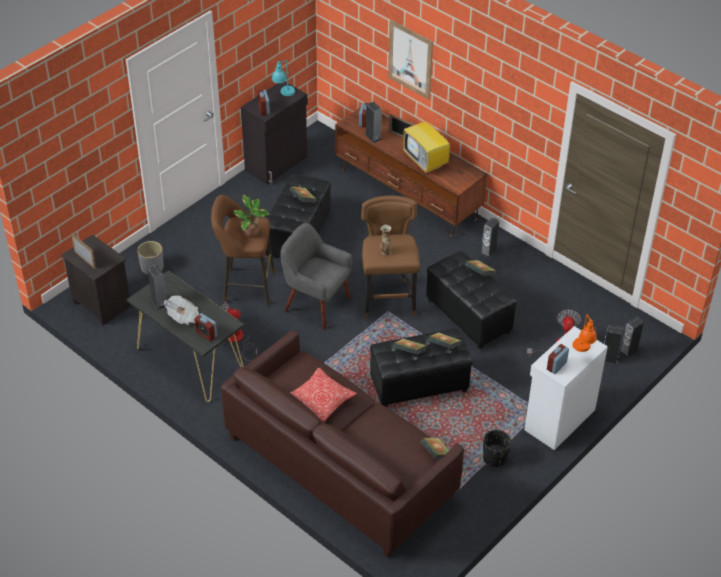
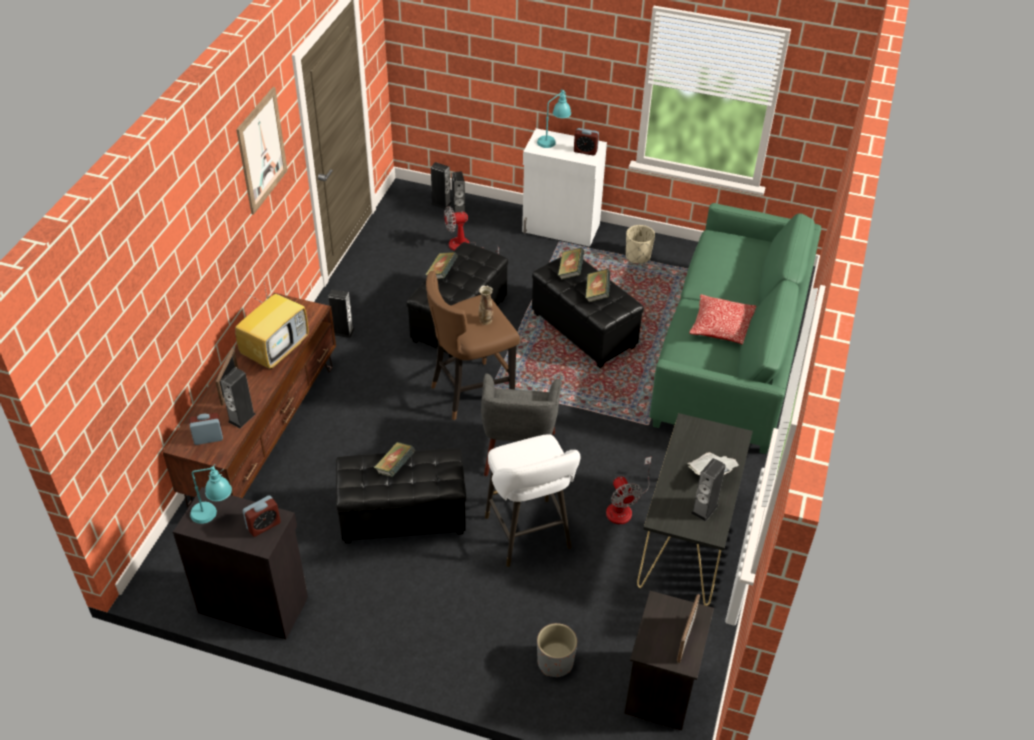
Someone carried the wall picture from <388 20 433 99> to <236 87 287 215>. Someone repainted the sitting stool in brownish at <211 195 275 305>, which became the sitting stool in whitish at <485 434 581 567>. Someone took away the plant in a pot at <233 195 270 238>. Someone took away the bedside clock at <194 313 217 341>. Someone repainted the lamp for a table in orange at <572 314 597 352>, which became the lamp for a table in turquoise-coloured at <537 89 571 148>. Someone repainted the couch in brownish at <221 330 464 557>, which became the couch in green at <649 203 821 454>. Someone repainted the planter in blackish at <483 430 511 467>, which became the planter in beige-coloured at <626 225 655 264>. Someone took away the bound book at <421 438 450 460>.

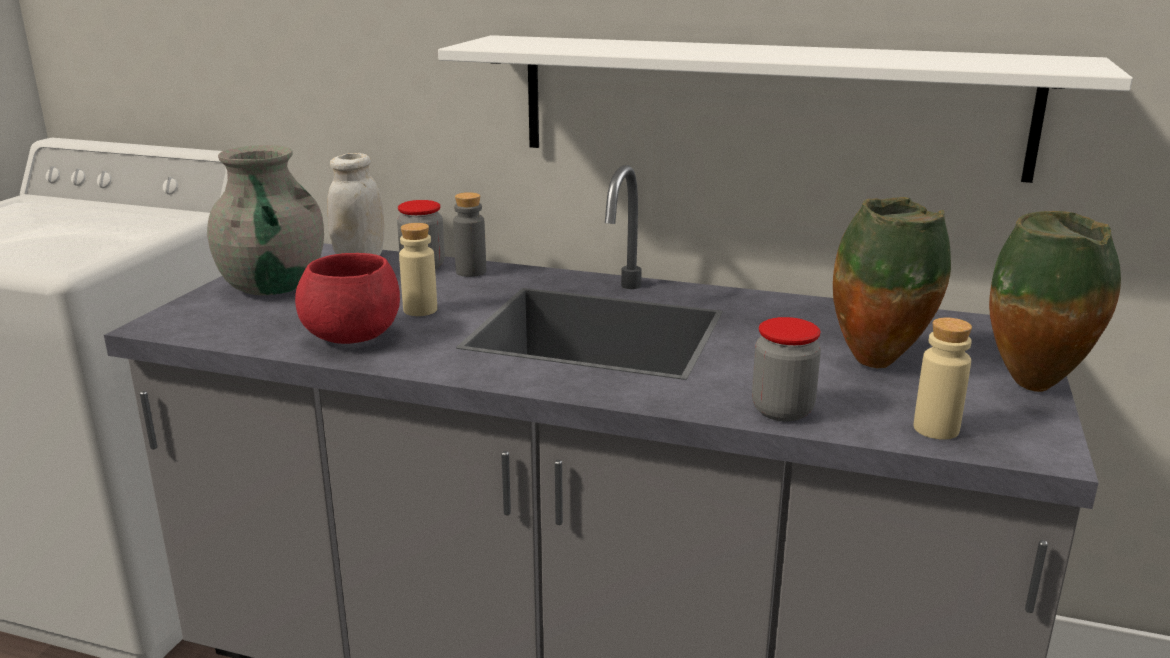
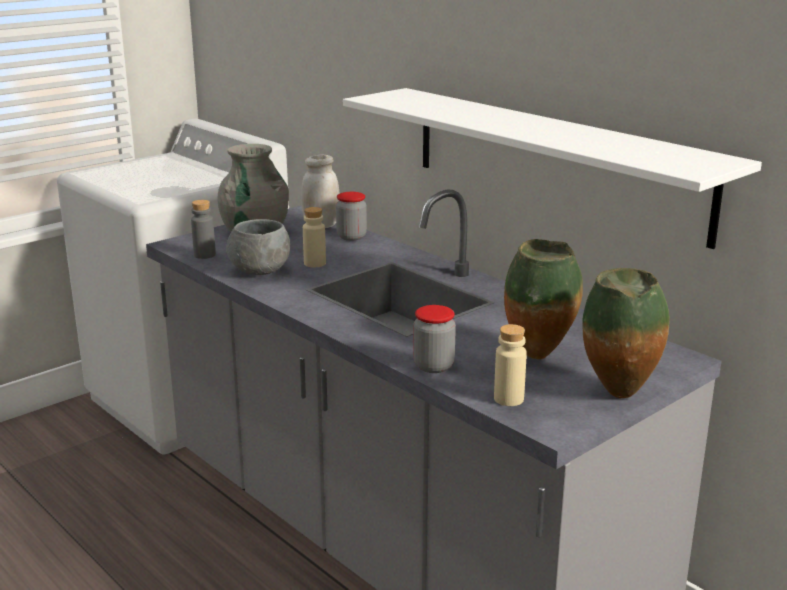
Someone carried the beverage bottle in gray from <453 192 486 277> to <191 200 216 259>. Someone repainted the deep dish in red at <295 253 400 344>, which became the deep dish in gray at <226 219 290 275>.

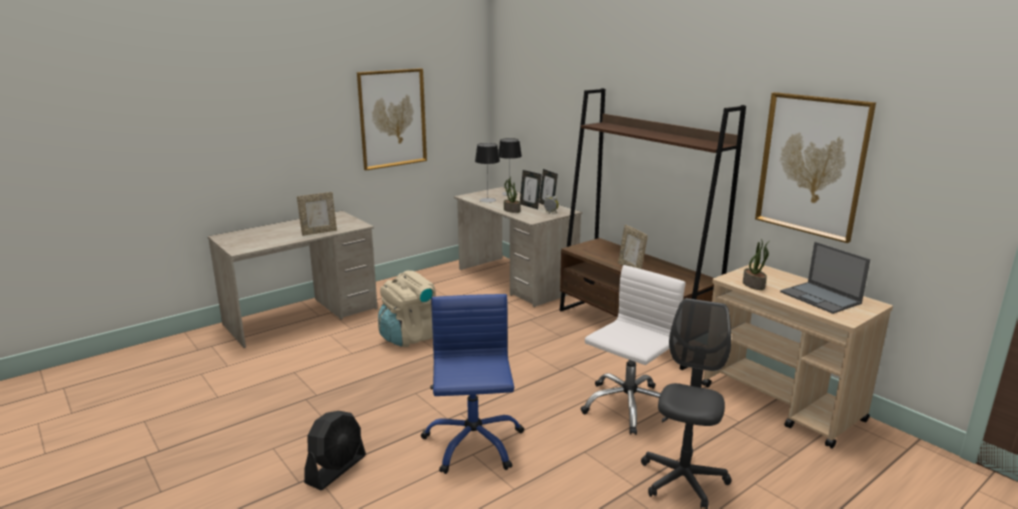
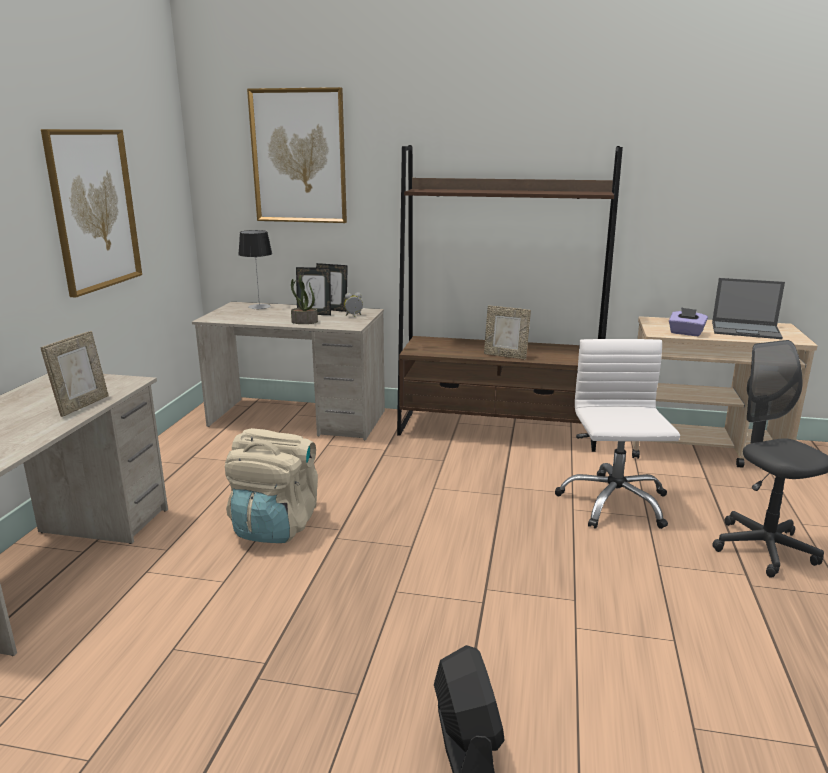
Someone carried the wall picture from <755 92 876 243> to <247 87 347 223>. Someone took away the lamp for a table at <475 143 500 202>. Someone swapped the plant in a pot at <743 239 770 290> for the tissue box in purplish at <669 307 708 336>. Someone took away the office chair in blue-coloured at <421 294 524 474>.

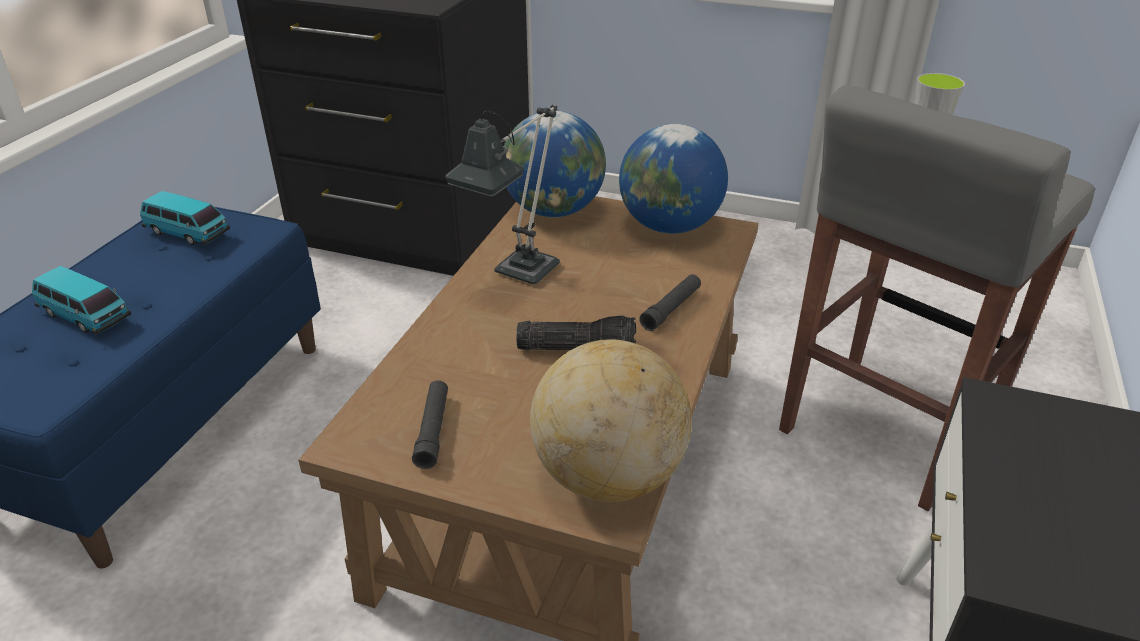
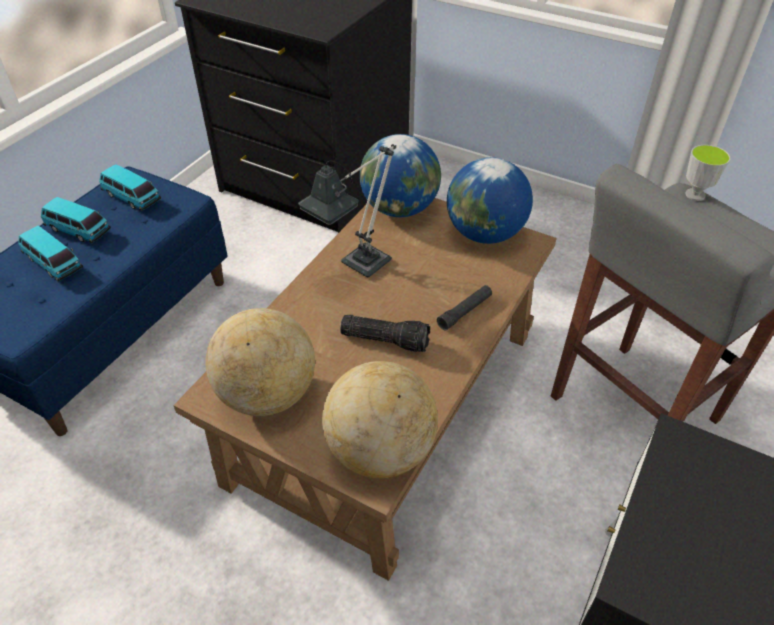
Someone swapped the flashlight in blackish at <412 380 448 469> for the desk globe at <205 308 315 416>. Someone put down the toy car at <41 197 111 243>.

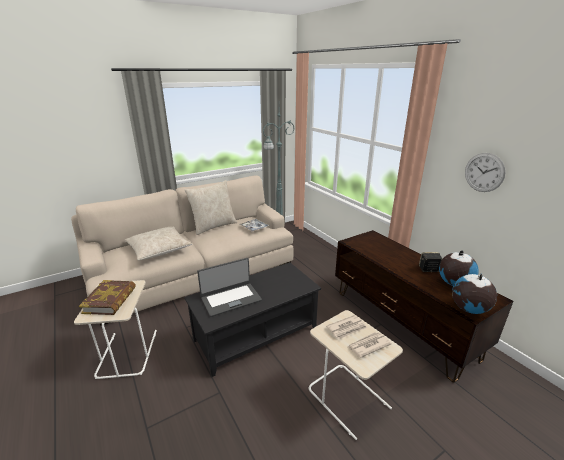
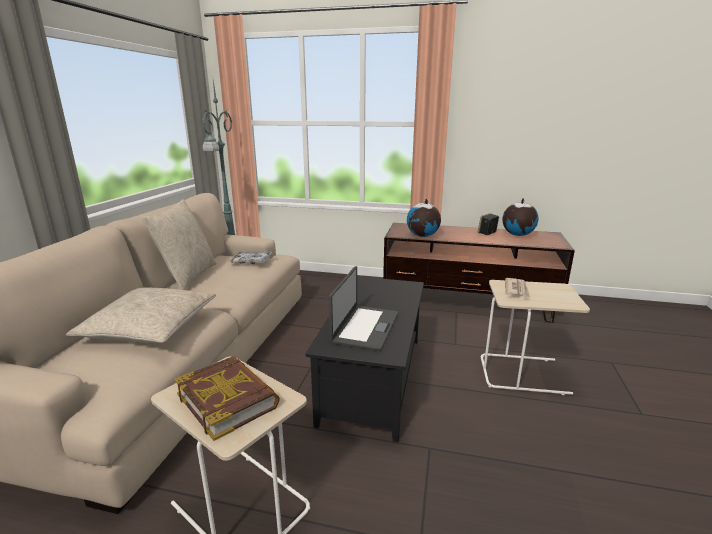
Someone took away the clock on the wall at <465 153 506 192>. Someone carried the desk globe from <452 273 497 314> to <407 199 441 237>. Someone took away the newspaper at <348 332 392 358>.

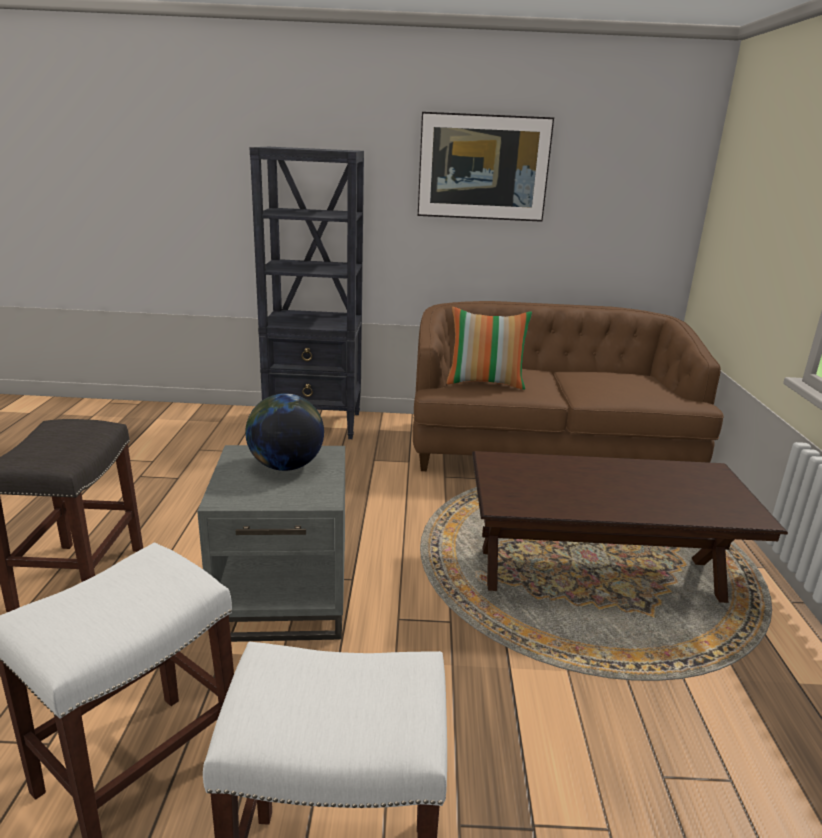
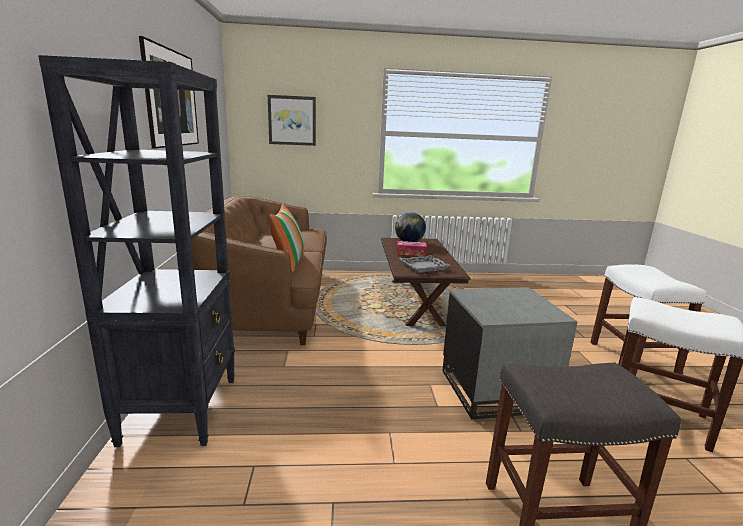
Someone carried the desk globe from <245 393 324 471> to <395 212 426 242>. Someone put up the wall picture at <268 95 316 146>. Someone put down the tissue box at <397 241 427 256>. Someone put down the tray in gray at <400 255 451 273>.

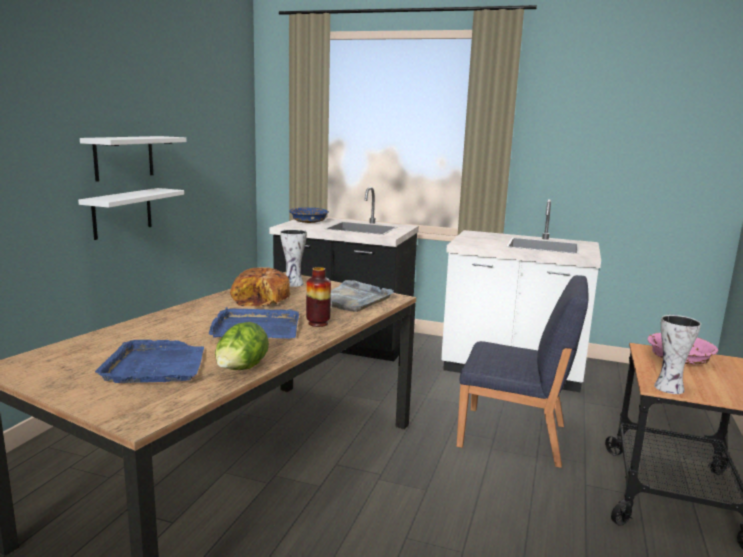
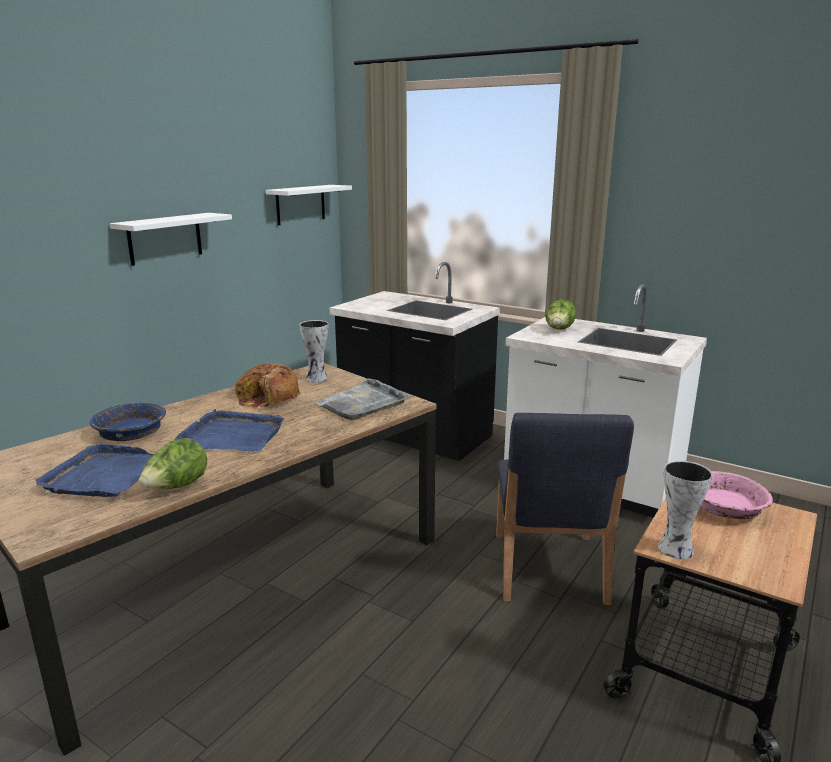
Someone carried the bracket shelf in whitish from <78 188 184 240> to <266 185 352 225>. Someone carried the deep dish in blue-coloured from <289 208 329 223> to <90 403 166 441>. Someone took away the flower vase at <306 267 331 327>. Someone rotated the upright chair in blue-coloured at <457 275 589 468> by 60 degrees clockwise. Someone put down the lettuce head at <545 299 576 330>.

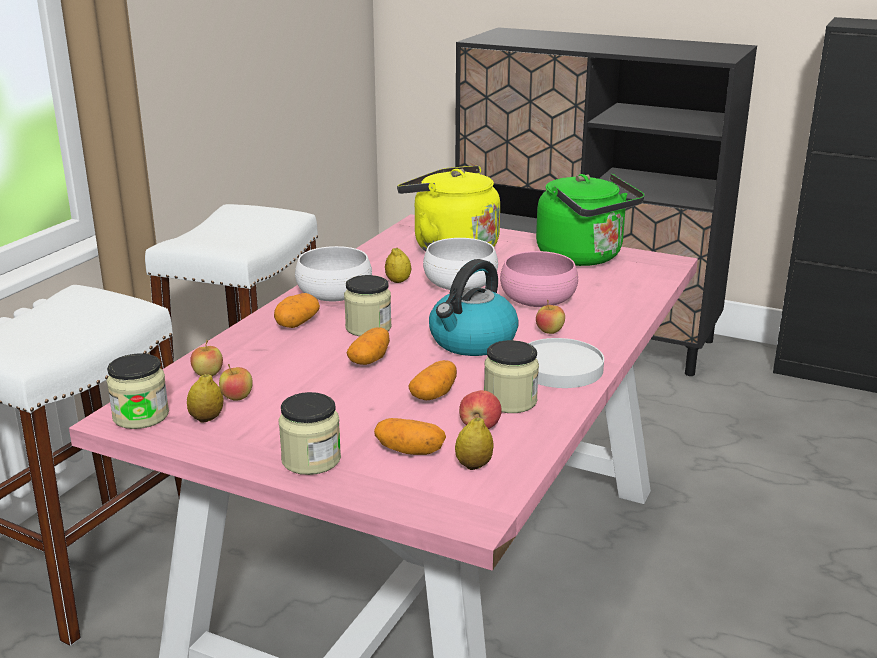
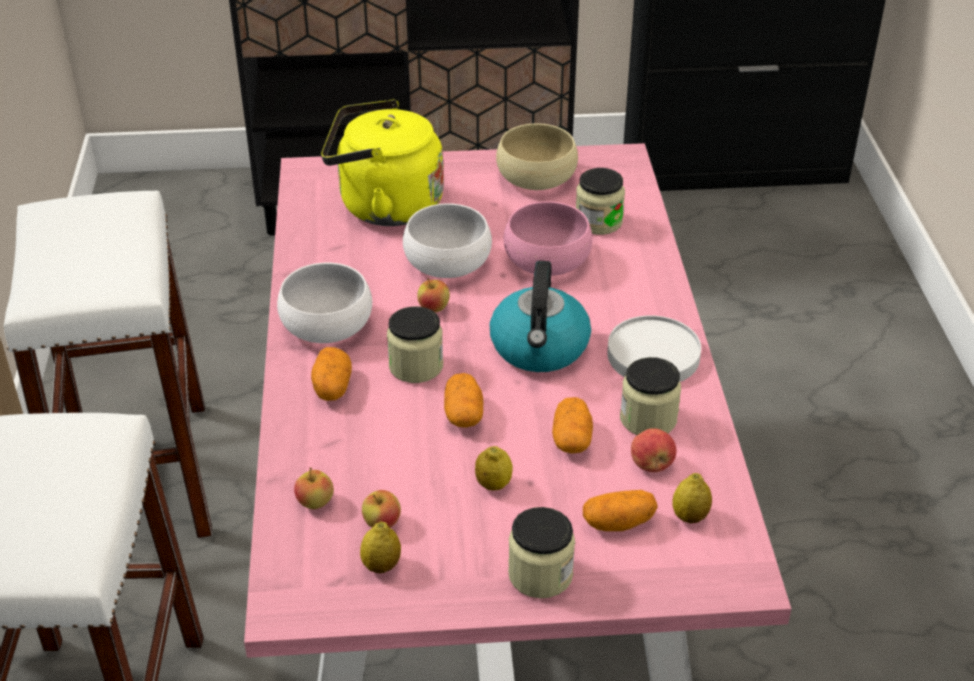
Someone swapped the tea kettle in green at <536 174 645 266> for the deep dish in beige-coloured at <496 123 578 190>. Someone carried the whole lemon from <385 248 411 283> to <475 446 513 491>. Someone carried the apple fruit from <536 300 565 334> to <417 278 450 312>. Someone carried the jar from <106 353 169 429> to <576 168 625 235>.

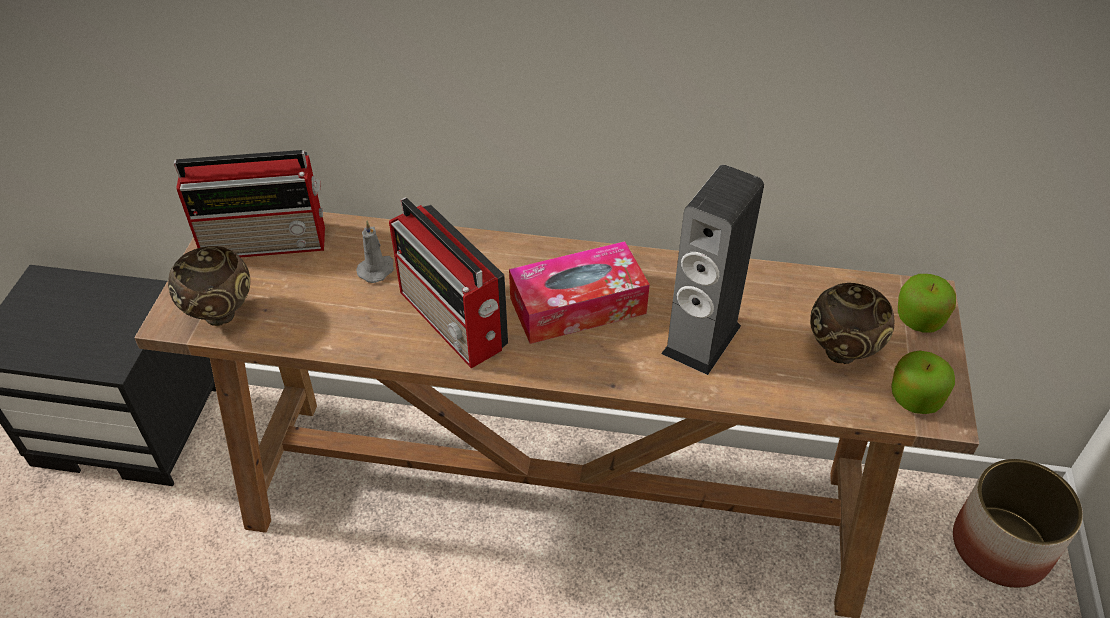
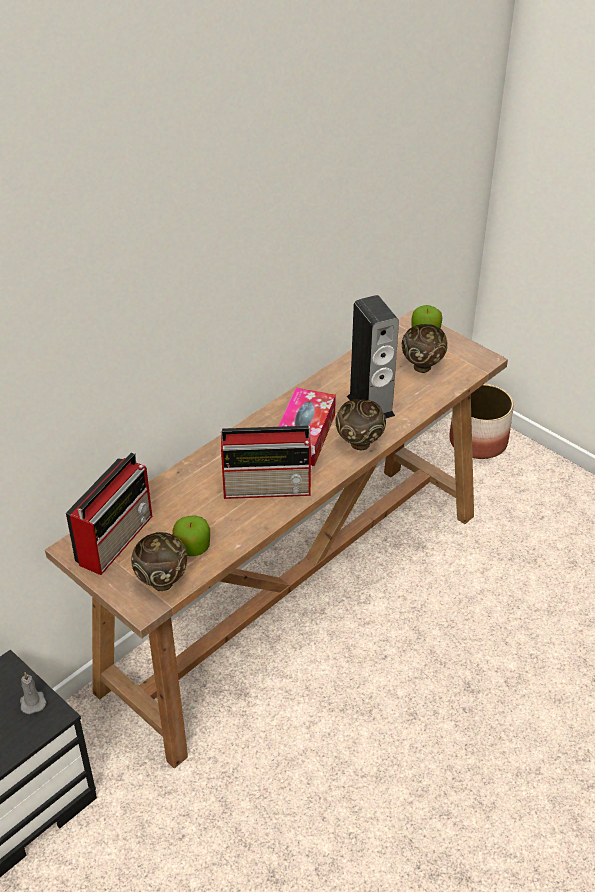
Someone carried the candle in gray from <356 221 394 283> to <20 672 47 714>. Someone carried the apple fruit from <891 350 955 414> to <172 515 210 556>. Someone put down the deep dish in brownish at <335 399 386 451>.

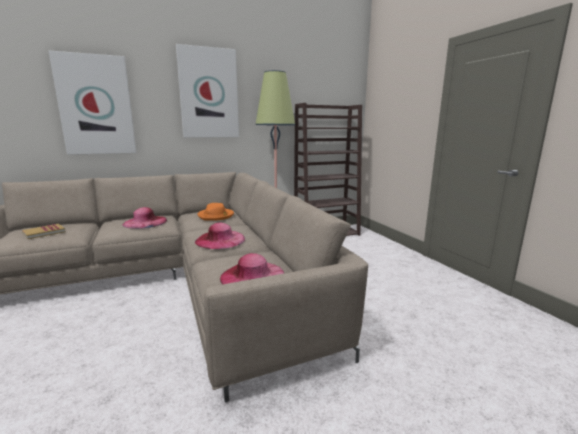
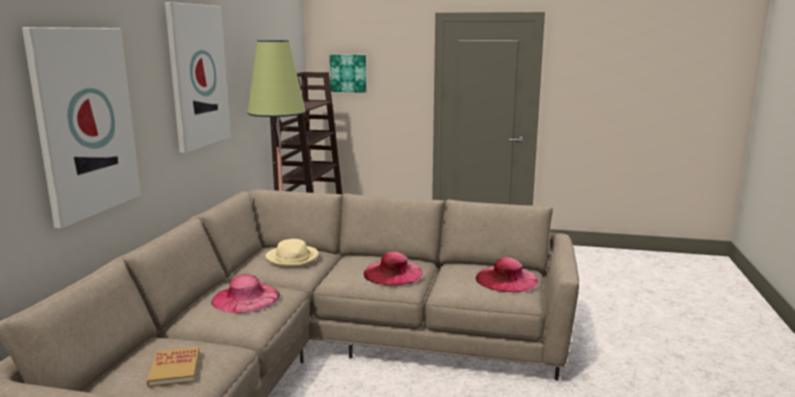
Someone repainted the hat in orange at <198 203 234 221>, which became the hat in beige-coloured at <265 239 319 268>. Someone put up the wall picture at <330 55 366 93>.

